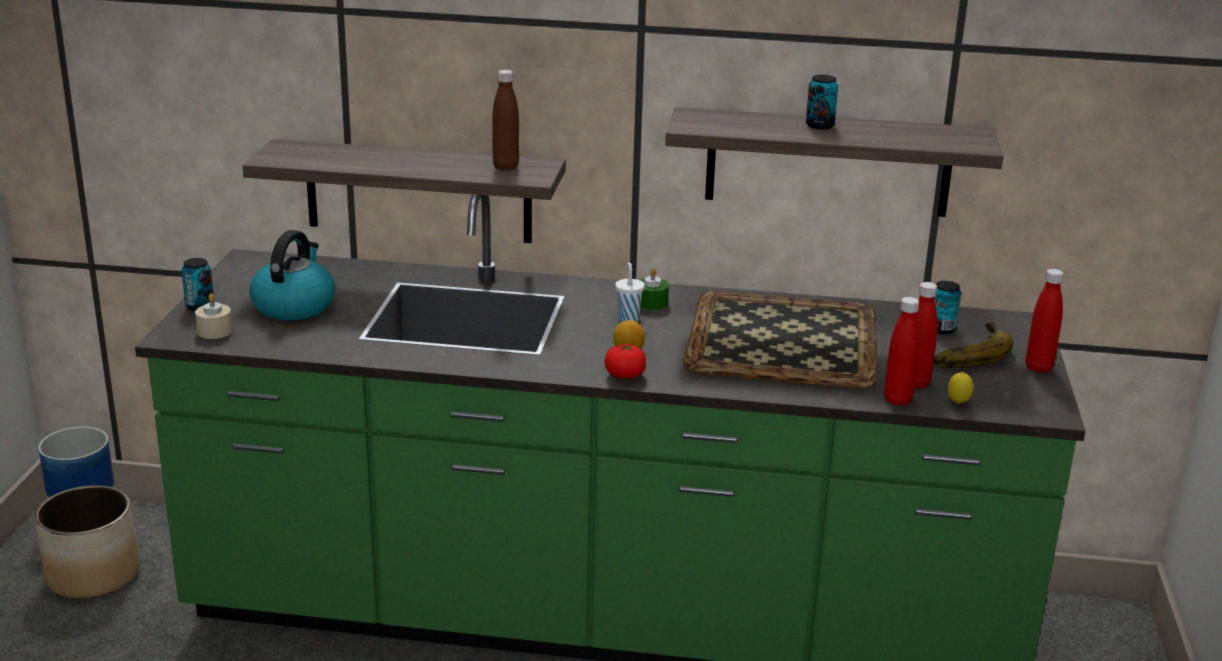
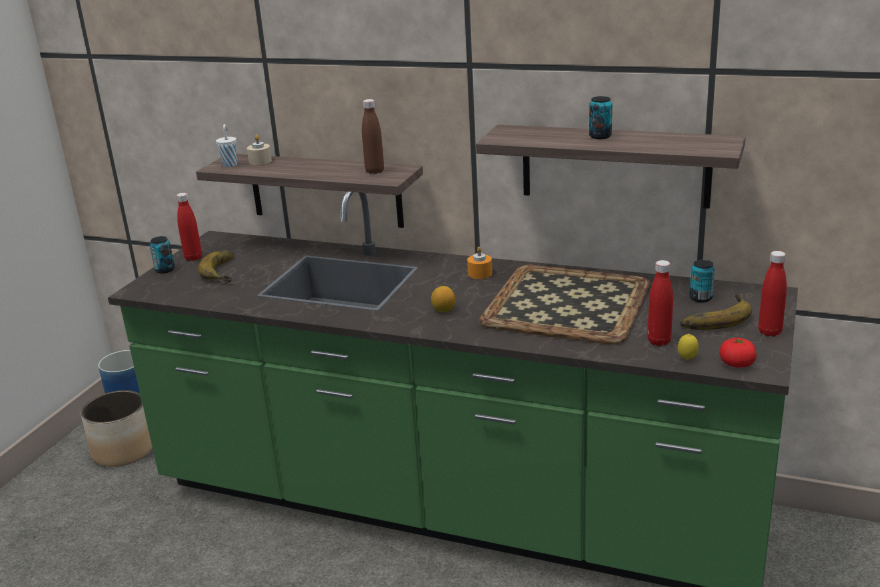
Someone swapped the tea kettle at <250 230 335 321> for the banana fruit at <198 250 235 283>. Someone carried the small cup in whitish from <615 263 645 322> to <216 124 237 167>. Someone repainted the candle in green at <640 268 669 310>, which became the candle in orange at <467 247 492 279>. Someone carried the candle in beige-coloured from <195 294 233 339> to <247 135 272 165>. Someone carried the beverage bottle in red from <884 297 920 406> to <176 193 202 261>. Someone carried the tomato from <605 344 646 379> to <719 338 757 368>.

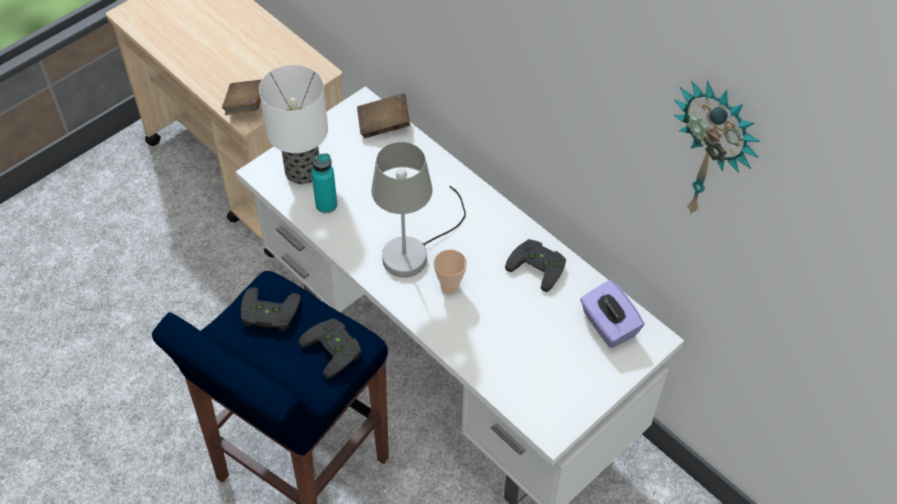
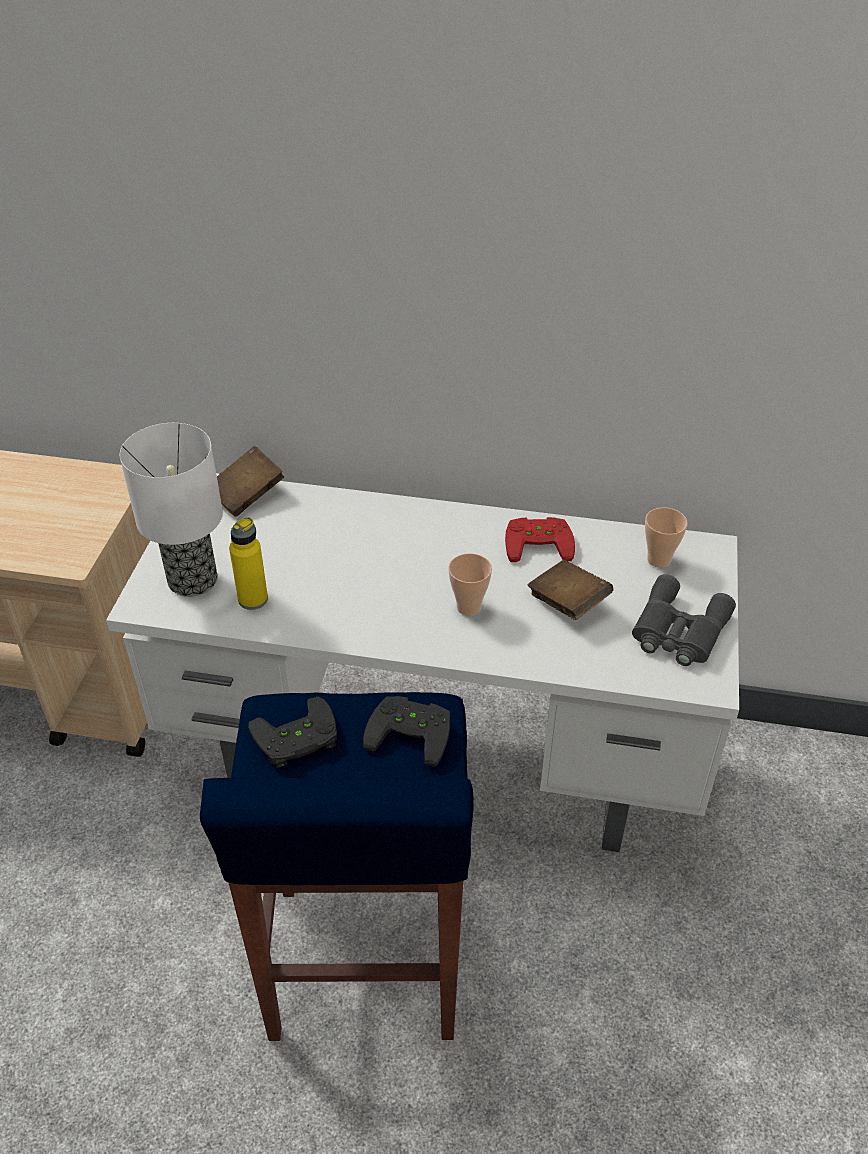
Someone carried the bound book in brownish from <222 80 261 115> to <527 560 613 620>. Someone took away the clock on the wall at <674 81 760 214>. Someone took away the lamp for a table in gray at <371 142 466 277>. Someone repainted the beverage bottle in turquoise-coloured at <311 153 337 213>, which became the beverage bottle in yellow at <229 517 268 610>. Someone repainted the gamepad in blackish at <505 239 566 292>, which became the gamepad in red at <505 517 575 562>. Someone swapped the tissue box in purplish at <580 280 644 348> for the small cup at <645 507 688 568>. Someone put down the pair of binoculars in gray at <632 574 736 666>.

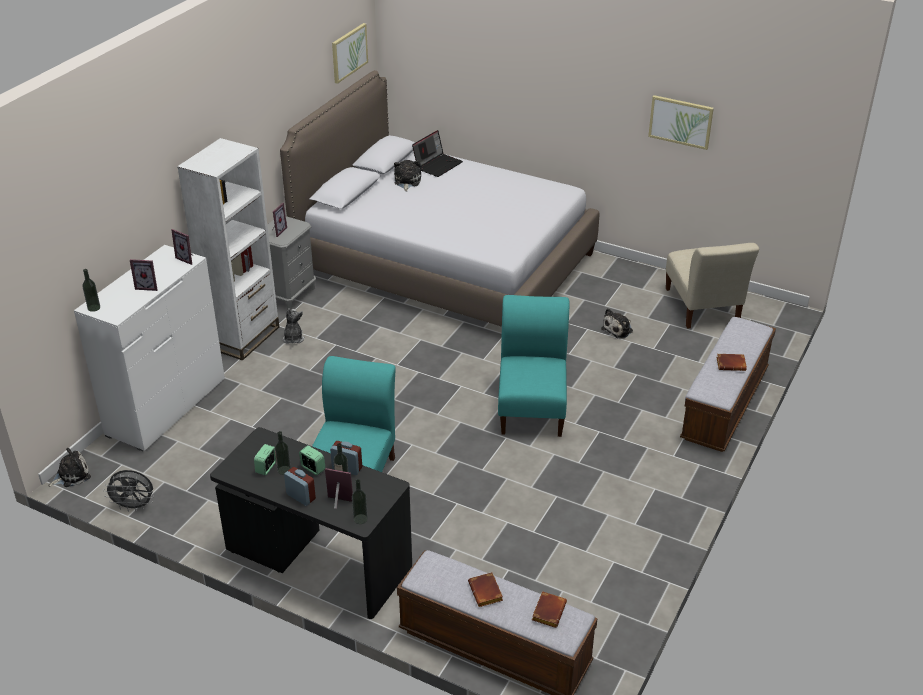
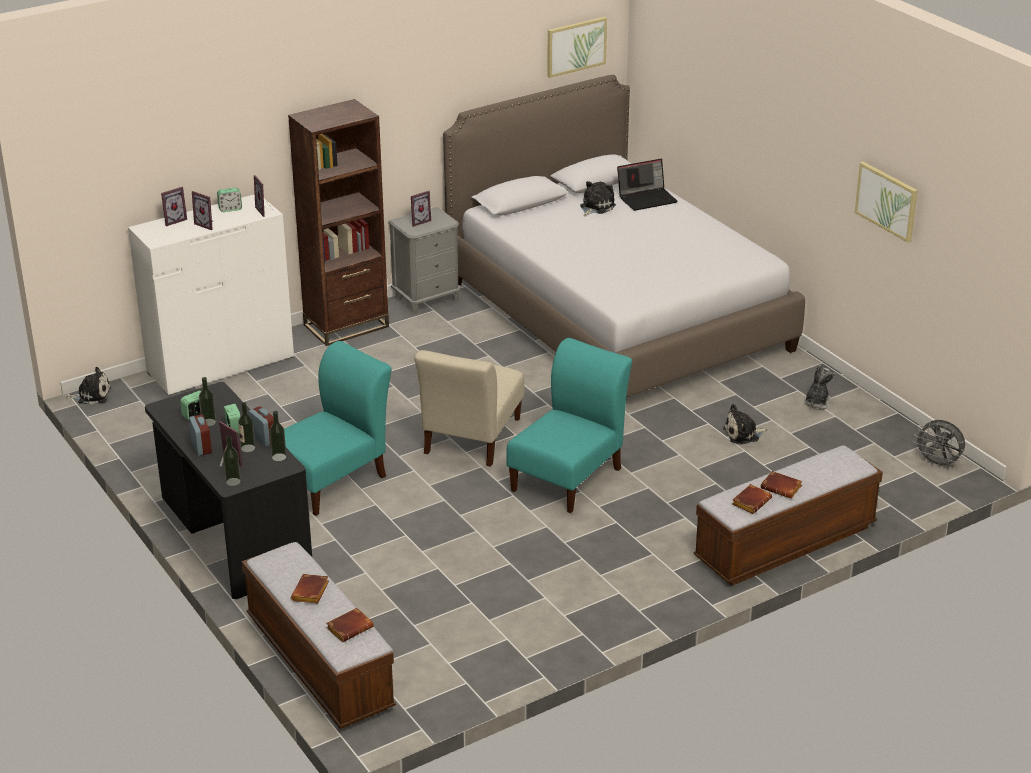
Someone repainted the shelving unit in whitish at <177 138 279 361>, which became the shelving unit in brownish at <288 99 389 346>. Someone carried the upright chair in beige-coloured from <666 243 759 328> to <414 350 524 467>. Someone carried the beverage bottle from <82 269 100 312> to <269 411 286 461>. Someone carried the plush toy from <283 308 305 344> to <804 365 835 409>. Someone carried the electric fan in gray from <103 470 154 512> to <914 420 965 469>. Someone put down the photo frame at <161 187 187 226>. Someone put down the bedside clock at <217 188 242 212>. Someone put down the bound book in brownish at <732 484 772 514>.

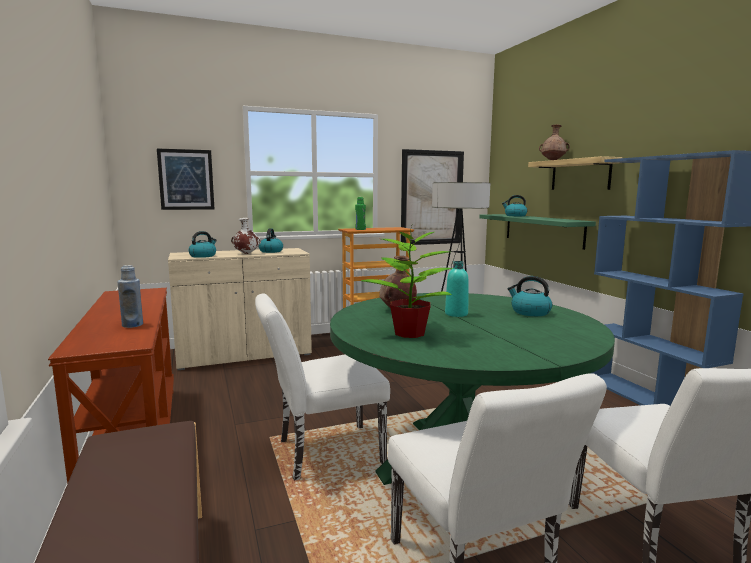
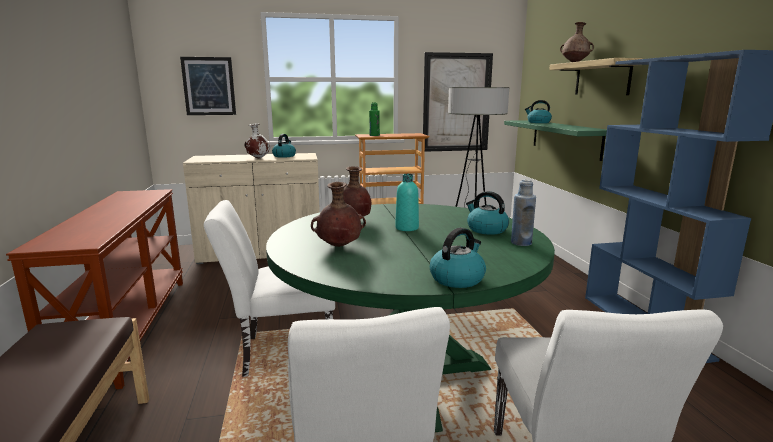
Someone swapped the plant in a pot at <361 226 453 338> for the flower vase in brownish at <311 182 366 247>. Someone carried the tea kettle from <188 231 217 258> to <430 228 486 288>. Someone carried the beverage bottle in blue-coloured from <118 265 143 328> to <511 179 536 246>.

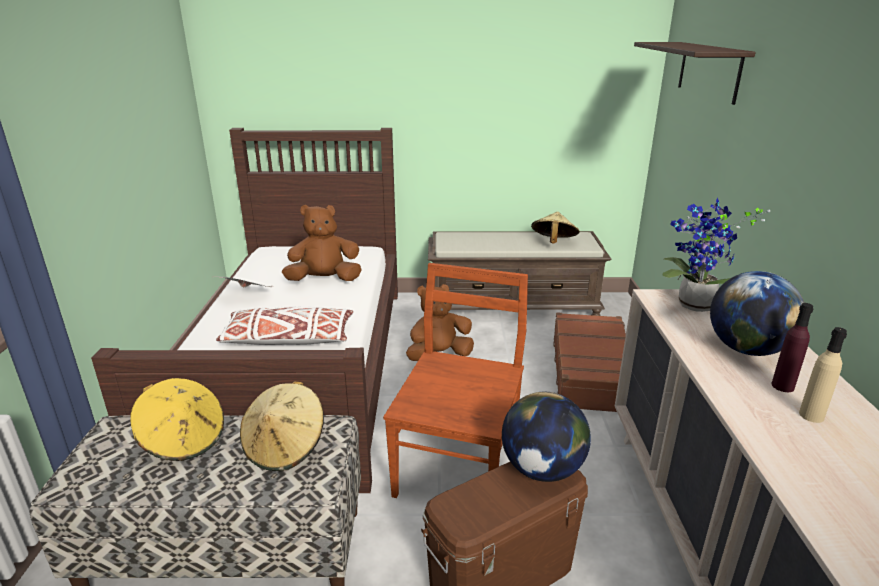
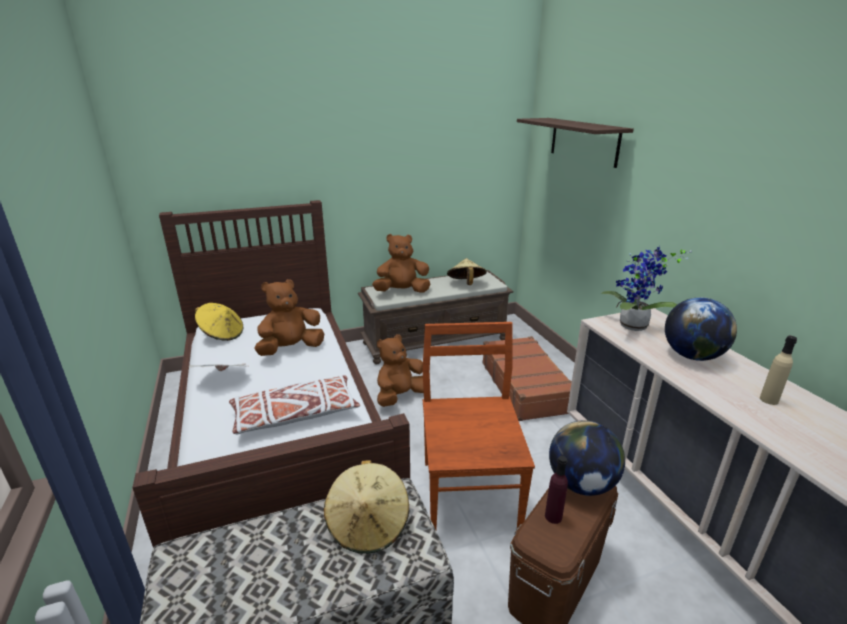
Someone carried the beverage bottle in purplish from <771 303 813 392> to <545 456 568 524>. Someone carried the hat in yellow from <130 378 224 461> to <195 303 243 341>. Someone put down the plush toy in brownish at <372 234 430 293>.

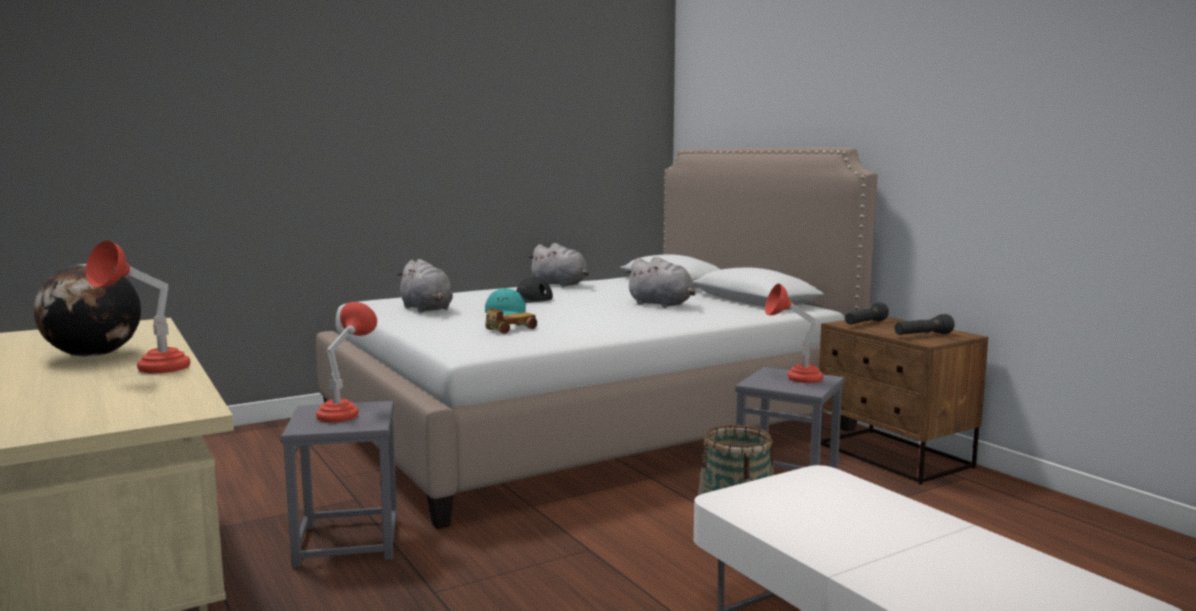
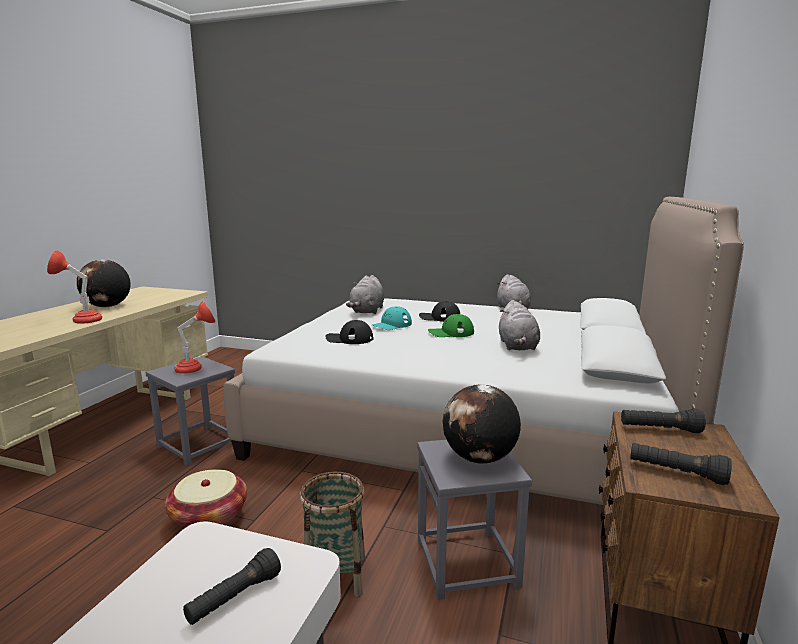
Someone swapped the lamp for a table in red at <765 283 823 383> for the desk globe at <443 384 521 464>. Someone swapped the toy car at <485 308 537 334> for the peaked cap in blackish at <325 320 374 344>. Someone put down the peaked cap in green at <428 314 474 337>. Someone put down the household basket at <165 469 247 529>. Someone put down the flashlight in blackish at <183 548 281 625>.

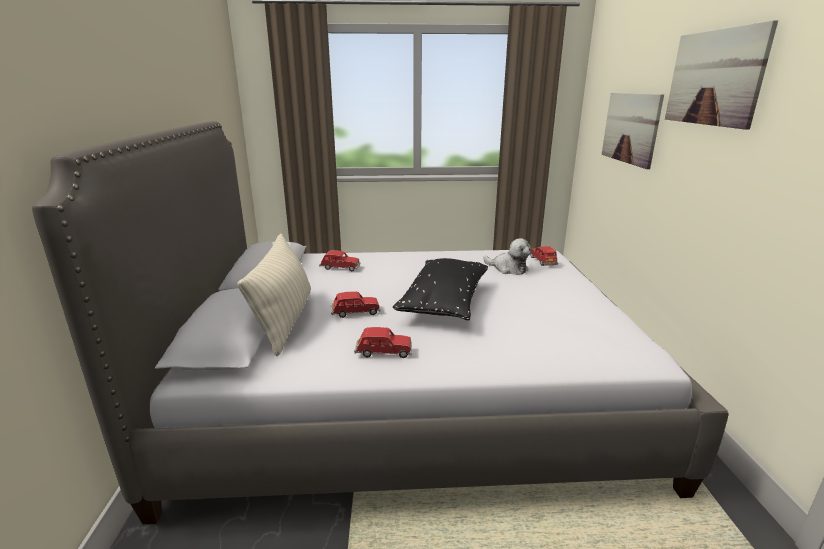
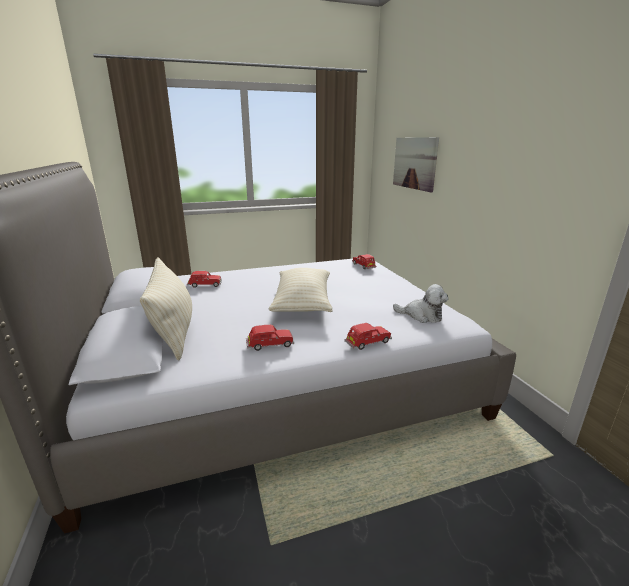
Someone took away the wall picture at <665 20 778 130>. Someone carried the plush toy from <483 238 531 275> to <393 284 448 323>. Someone repainted the throw pillow in blackish at <393 258 488 321>, which became the throw pillow in beige-coloured at <269 268 332 312>. Someone carried the toy car in red from <331 291 380 318> to <344 323 392 350>.

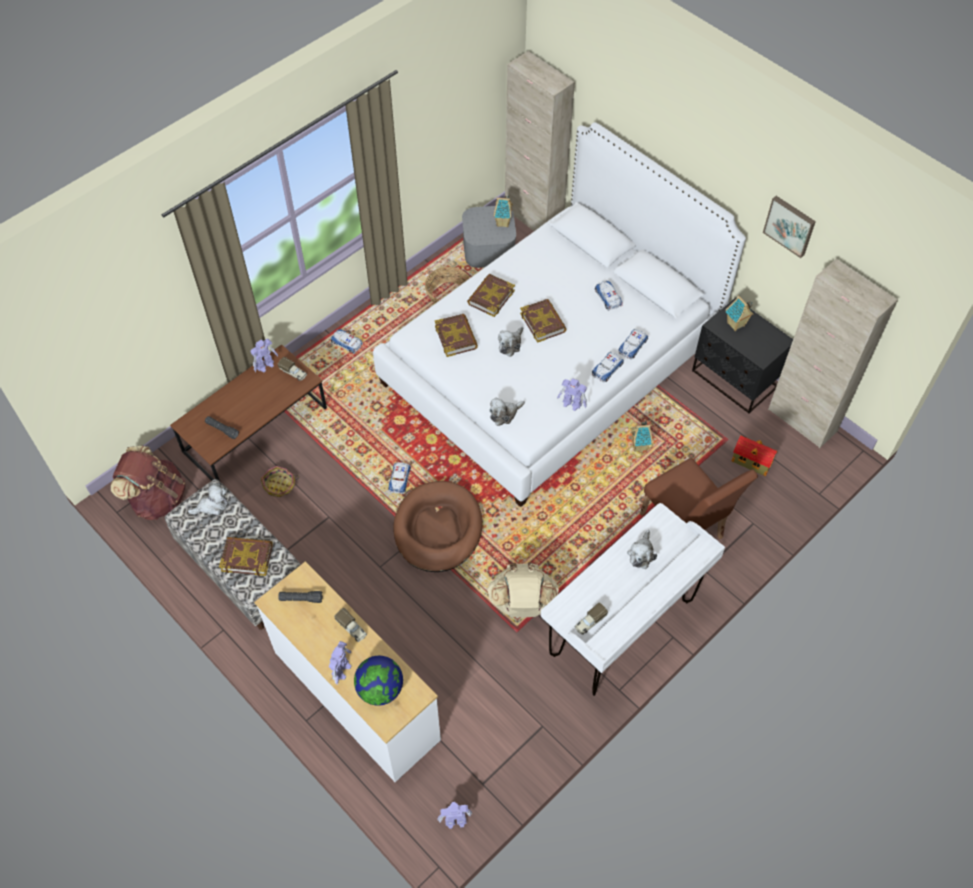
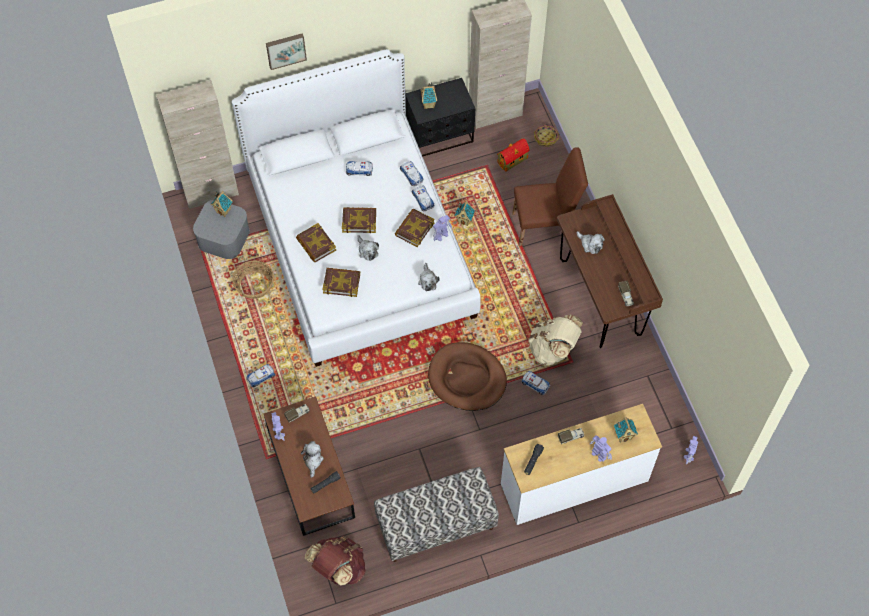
Someone carried the wall picture from <763 196 816 258> to <266 33 307 70>. Someone carried the toy car from <388 462 411 494> to <521 371 550 395>. Someone carried the household basket from <261 466 299 497> to <534 124 559 147>. Someone carried the plush toy from <188 483 228 515> to <301 441 324 478>. Someone repainted the desk table in whitish at <541 503 725 696>, which became the desk table in brownish at <557 194 663 348>. Someone carried the bound book from <219 537 273 576> to <395 209 435 247>. Someone swapped the desk globe at <354 656 403 706> for the model house at <614 417 638 443>.

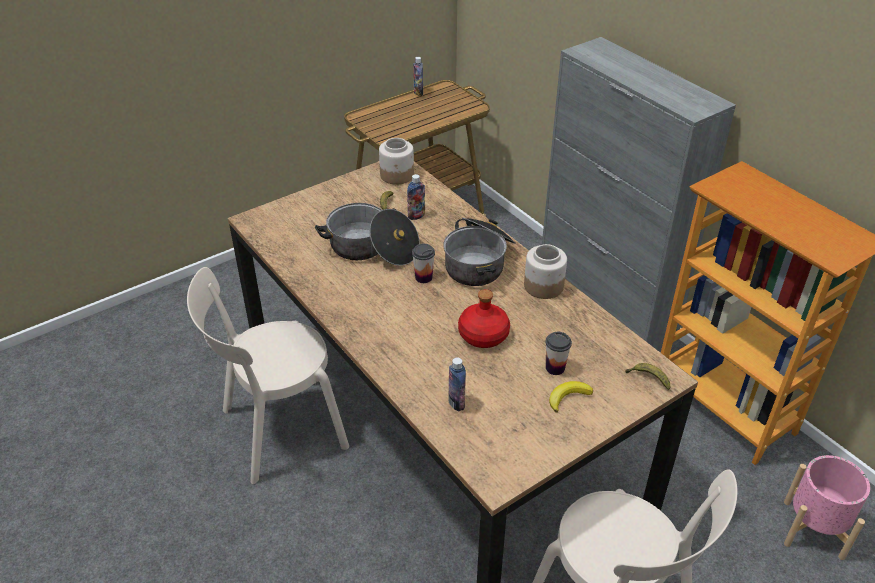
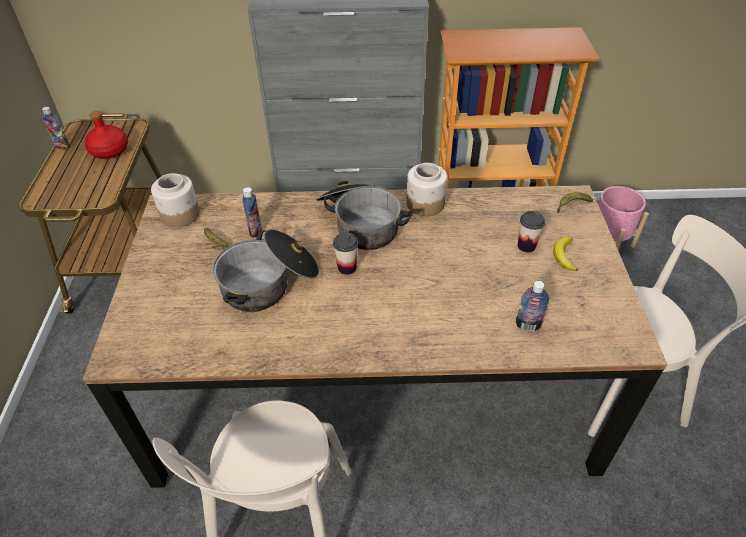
Someone carried the beverage bottle in red from <458 289 510 348> to <85 111 128 159>.

